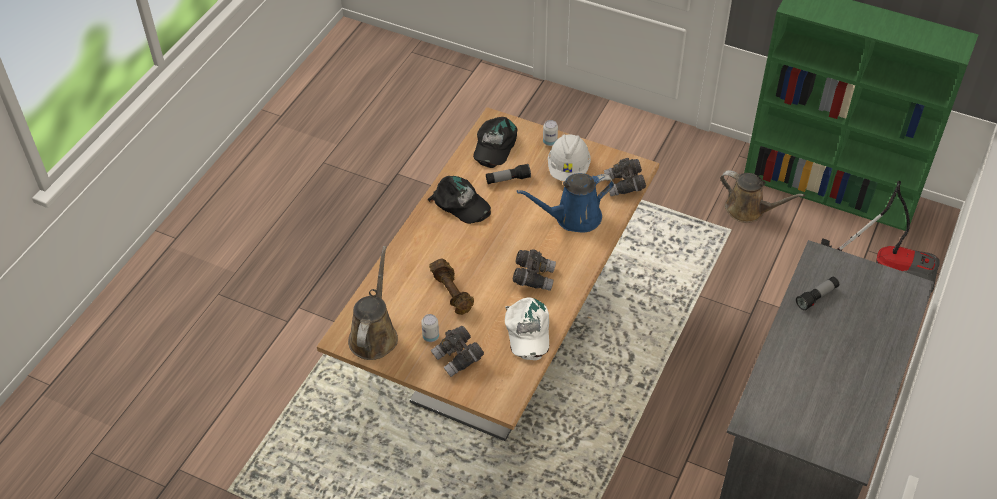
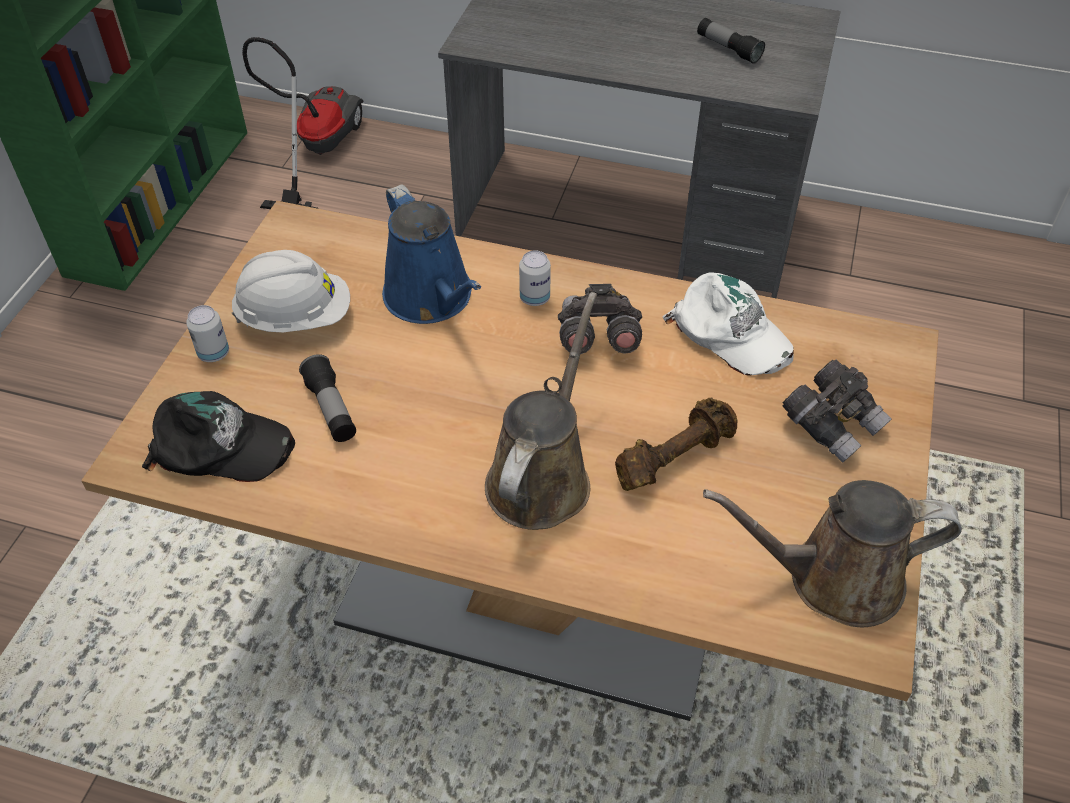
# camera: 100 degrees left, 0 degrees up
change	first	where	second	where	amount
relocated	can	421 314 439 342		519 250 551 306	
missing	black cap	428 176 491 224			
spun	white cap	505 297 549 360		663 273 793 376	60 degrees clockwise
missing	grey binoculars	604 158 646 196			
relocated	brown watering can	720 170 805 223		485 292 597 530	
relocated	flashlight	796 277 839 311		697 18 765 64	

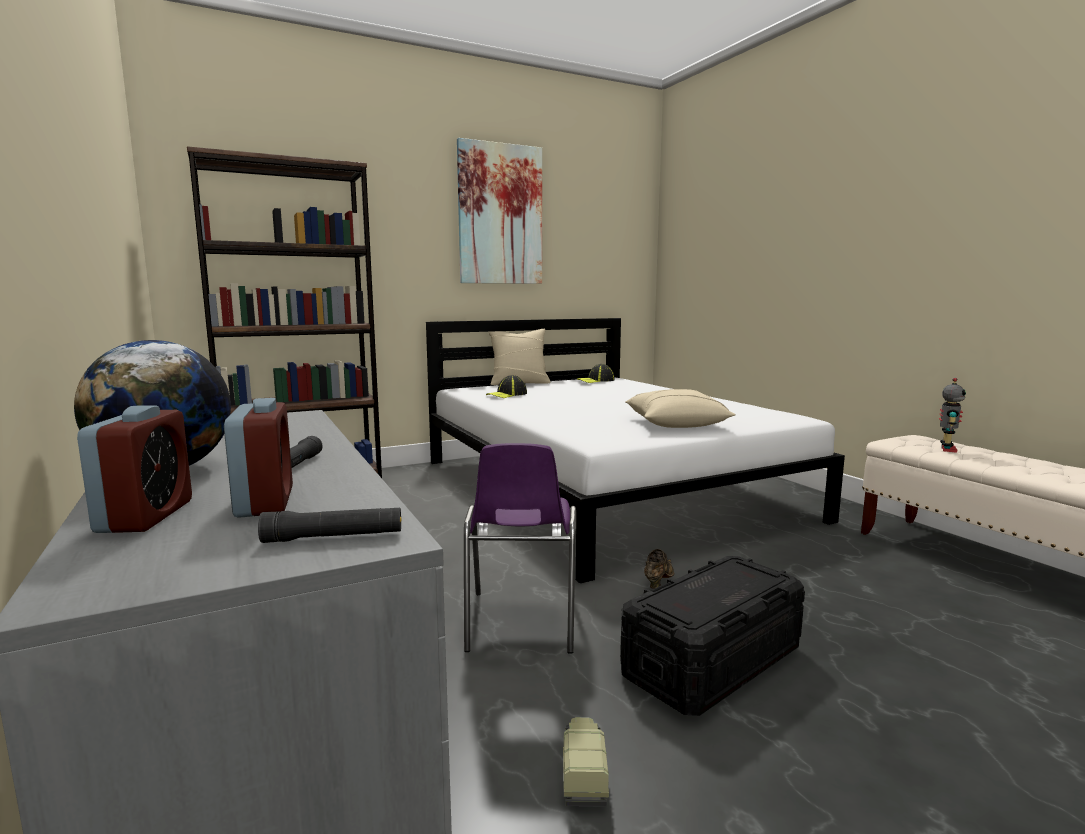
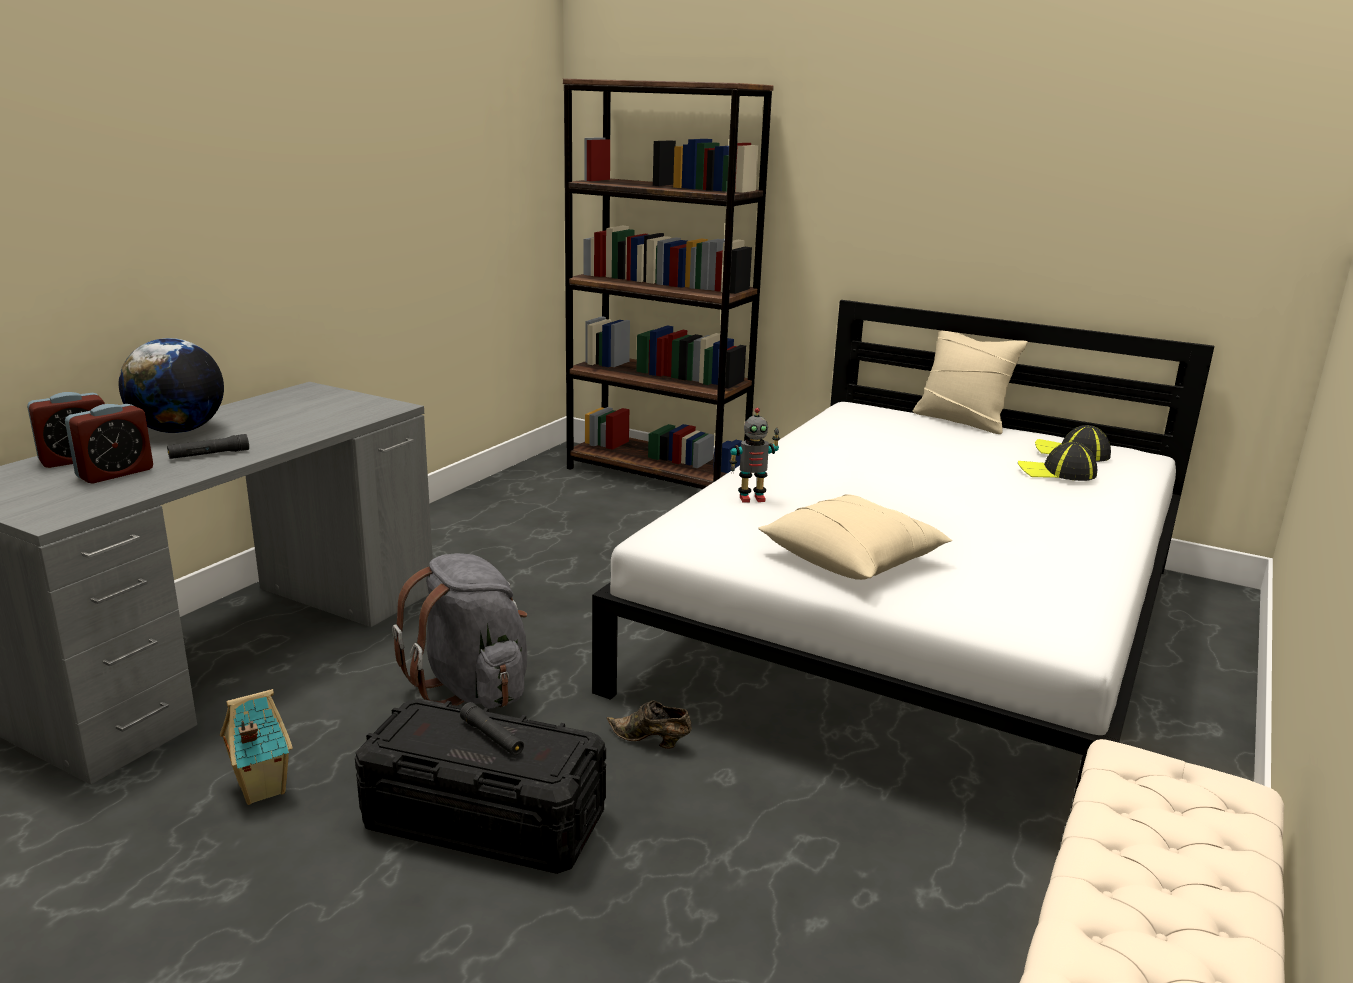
# camera: 55 degrees right, 10 degrees up
change	first	where	second	where	amount
relocated	black flashlight	258 508 402 543		460 702 524 756	
missing	picture	457 138 542 284			
exchanged	purple chair	464 443 576 654	grey backpack	392 553 527 708	
relocated	cap	486 375 527 398		1018 442 1097 481	
exchanged	toy truck	563 717 609 807	toy house	220 689 293 805	
spun	brown shoe	644 549 675 589		607 701 692 749	150 degrees counterclockwise
relocated	toy robot	939 378 966 453		729 408 780 503	

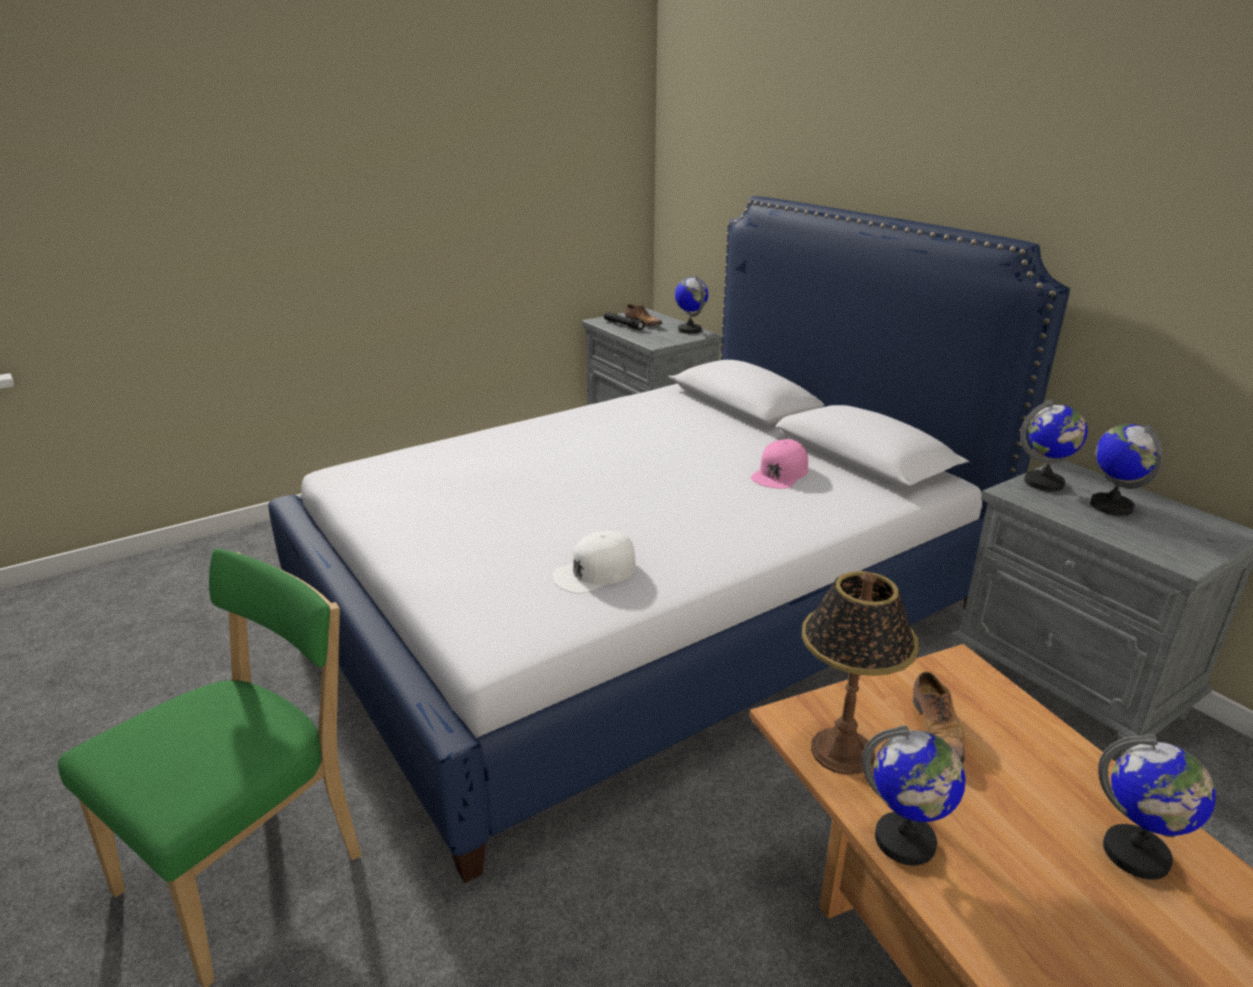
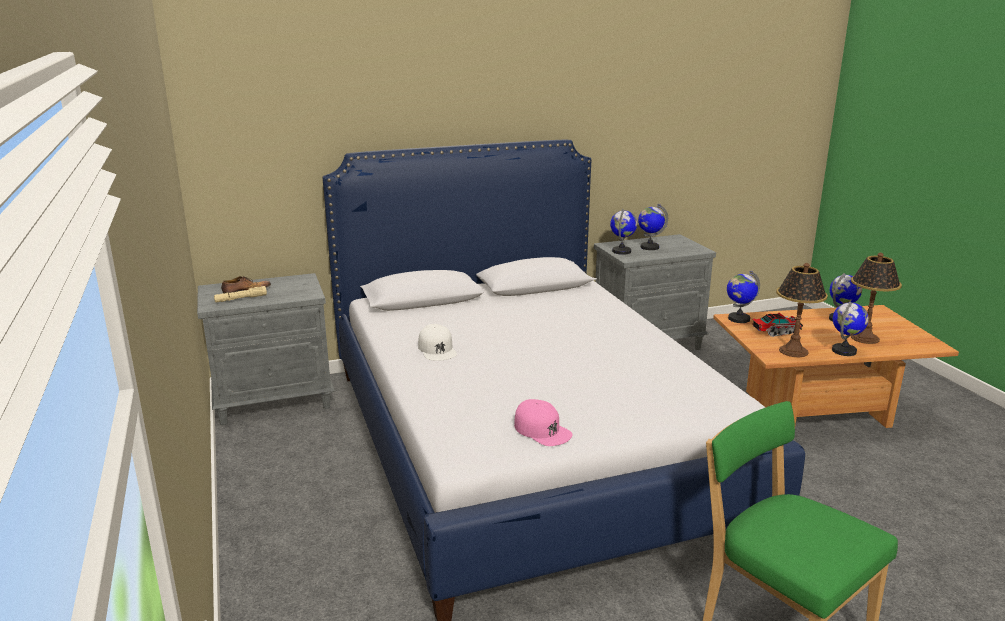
# camera: 75 degrees left, 5 degrees down
change	first	where	second	where	amount
relocated	white cap	552 531 636 594		418 324 457 360	
colour	black flashlight	604 312 645 330	beige flashlight	214 286 267 302	
relocated	globe	675 275 708 334		727 271 760 323	
relocated	pink cap	751 439 808 489		514 399 573 446	
exchanged	shoe	913 671 965 763	toy truck	752 312 803 337	
appeared			table lamp	851 253 902 344	

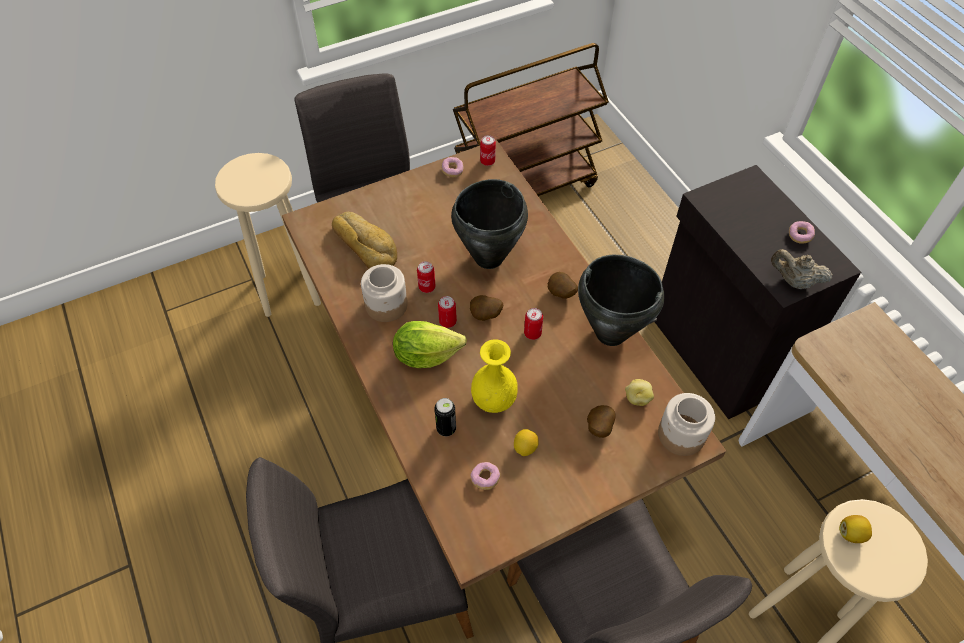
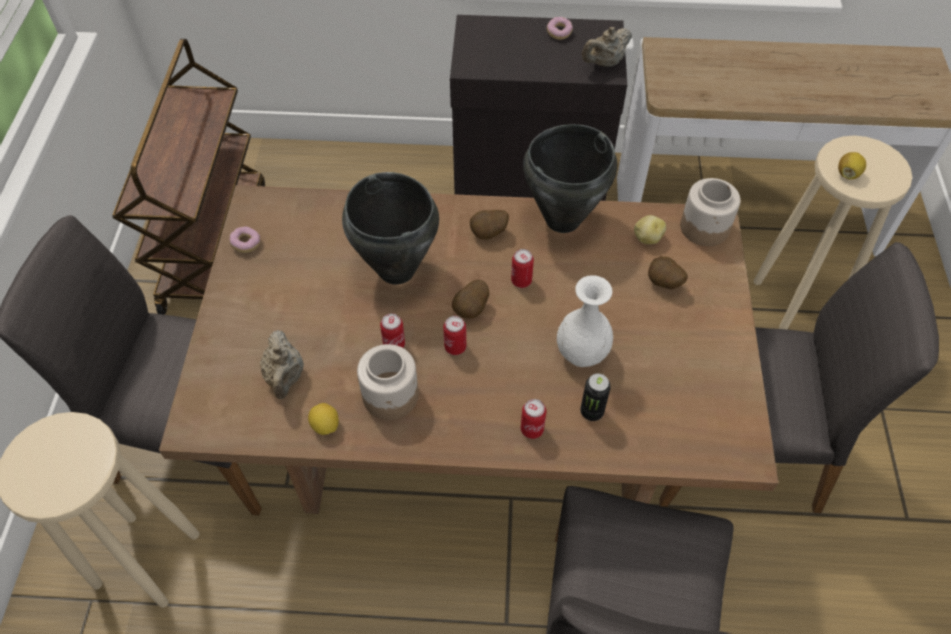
# camera: 60 degrees left, 0 degrees up
change	first	where	second	where	amount
exchanged	bread	332 211 397 269	beige teapot	260 330 304 399	
missing	lettuce	393 321 467 368			
missing	donut	470 462 500 490			
colour	yellow vase	471 339 518 413	white vase	557 275 613 367	
relocated	can	480 135 496 166		521 399 546 439	
relocated	lemon	514 429 539 456		308 403 339 435	

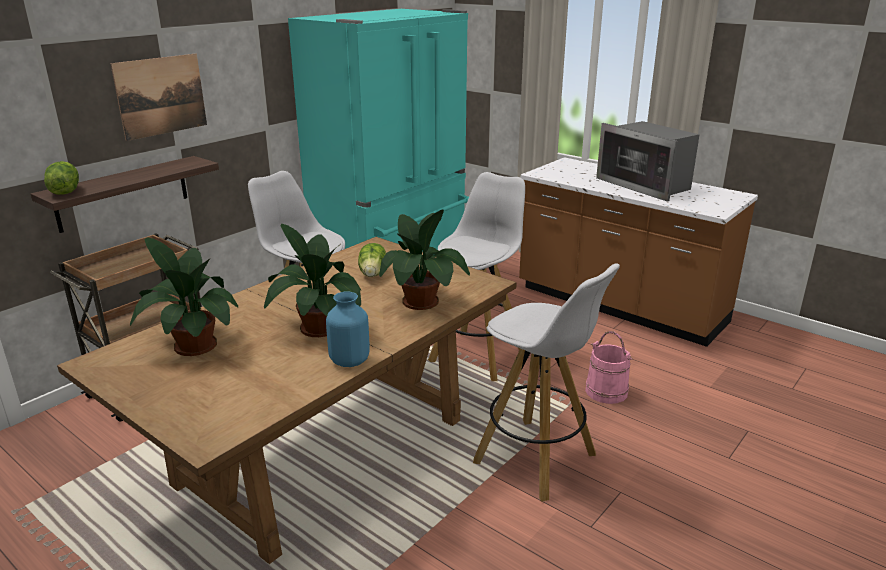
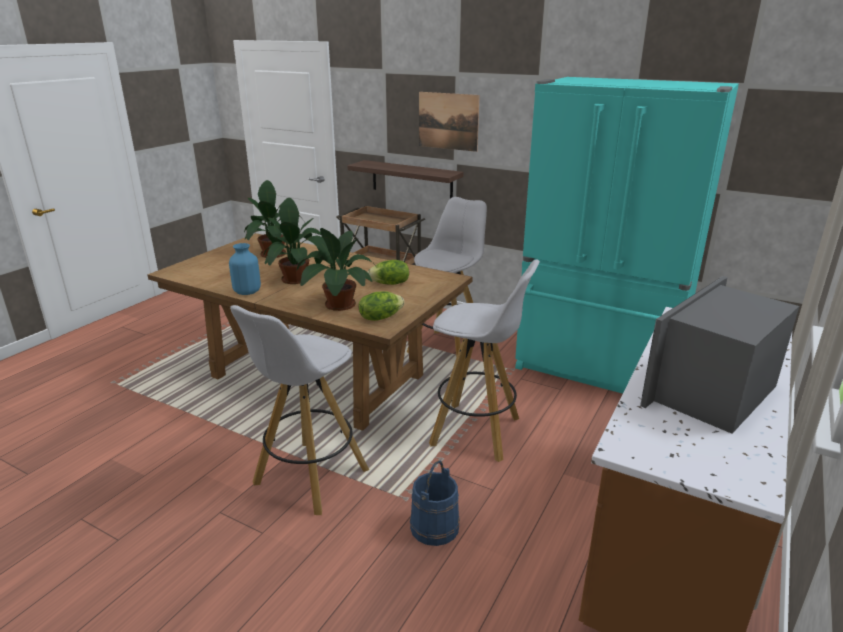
# camera: 80 degrees right, 0 degrees up
change	first	where	second	where	amount
relocated	lettuce	44 161 79 195		359 291 404 321	
colour	pink bucket	585 331 632 404	blue bucket	410 460 460 546	

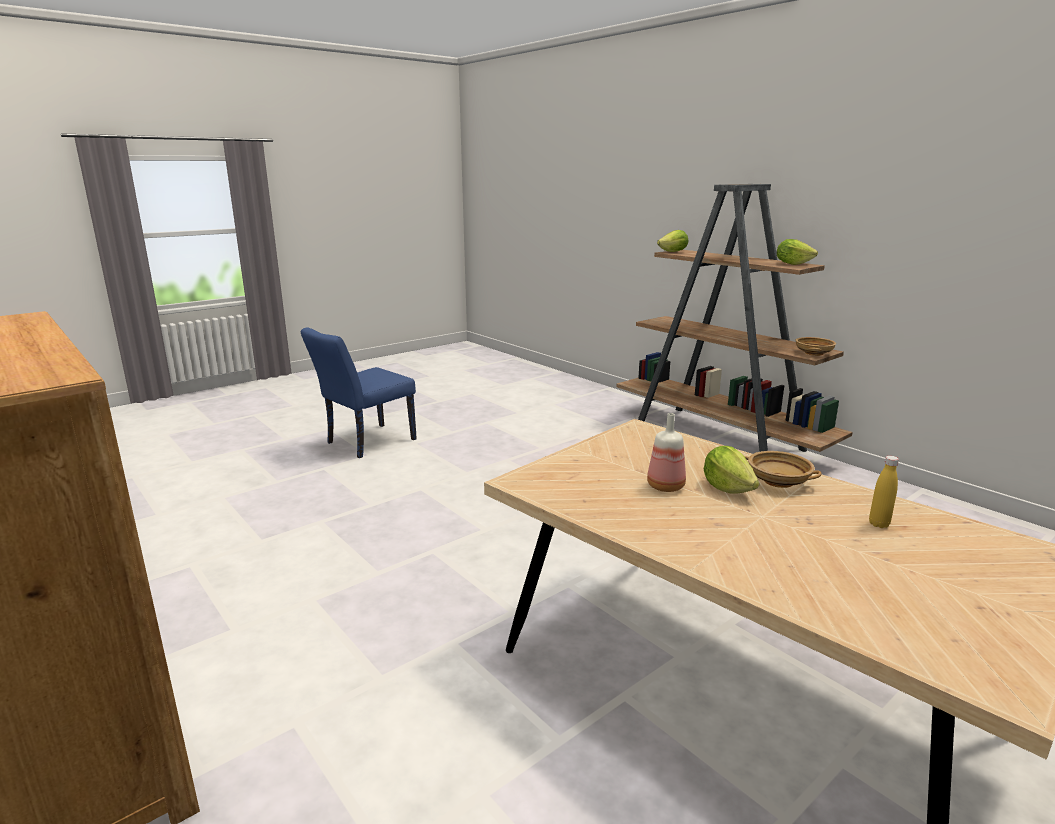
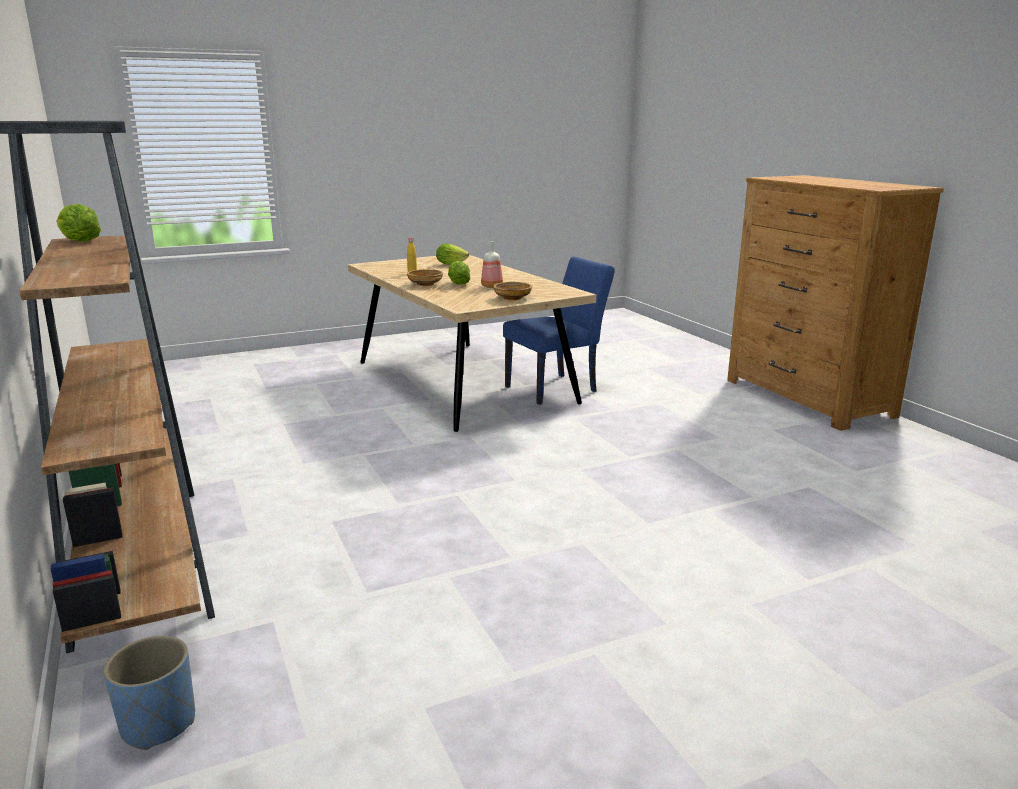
# camera: 165 degrees left, 0 degrees up
change	first	where	second	where	amount
relocated	blue chair	301 327 417 458		503 257 615 405	
relocated	lettuce	657 230 688 252		436 243 469 265	
relocated	beige bowl	796 337 836 356		493 282 532 301	
appeared			blue planter	103 636 195 750	

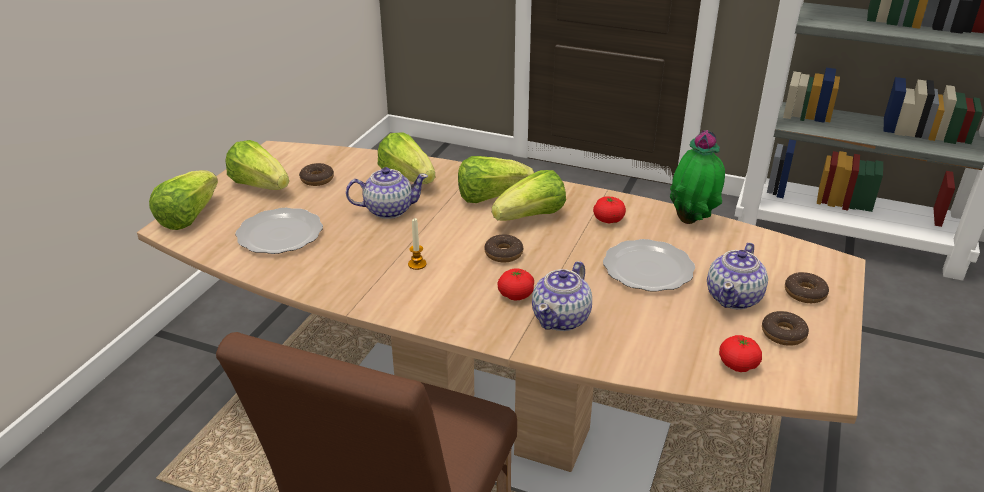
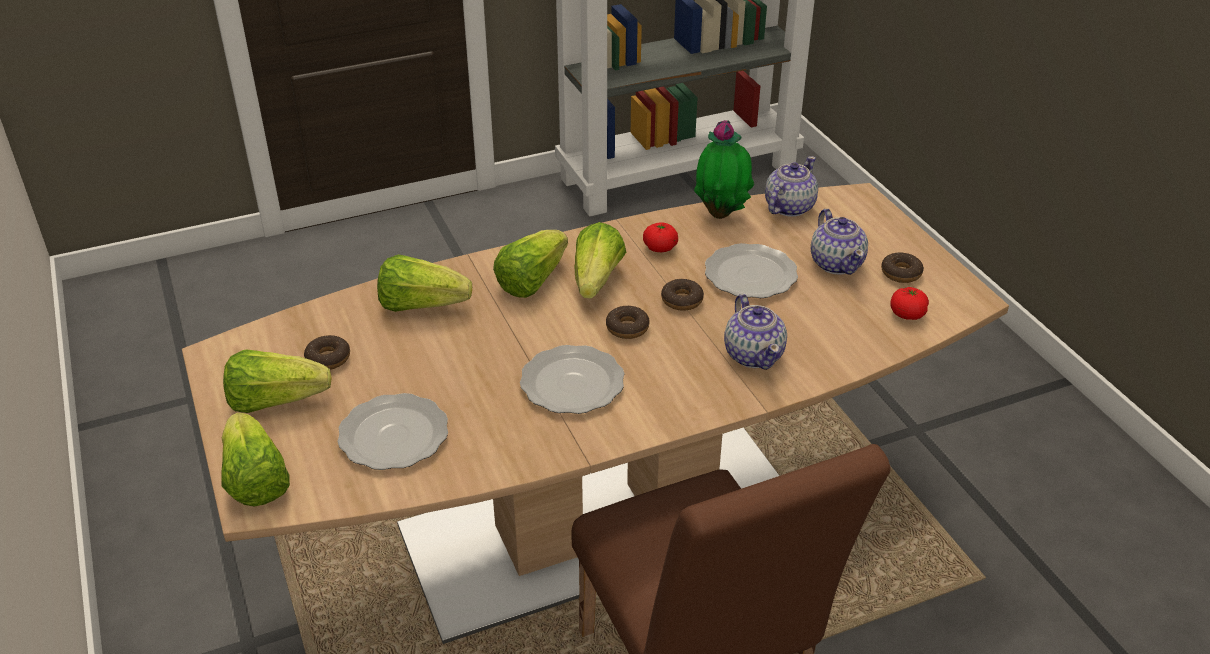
# camera: 45 degrees left, 5 degrees up
change	first	where	second	where	amount
relocated	teapot	346 167 428 219		765 156 818 217	
exchanged	candle	408 218 426 270	plate	520 345 625 414	
missing	tomato	498 268 534 301			
relocated	donut	785 272 829 303		661 279 704 311	

